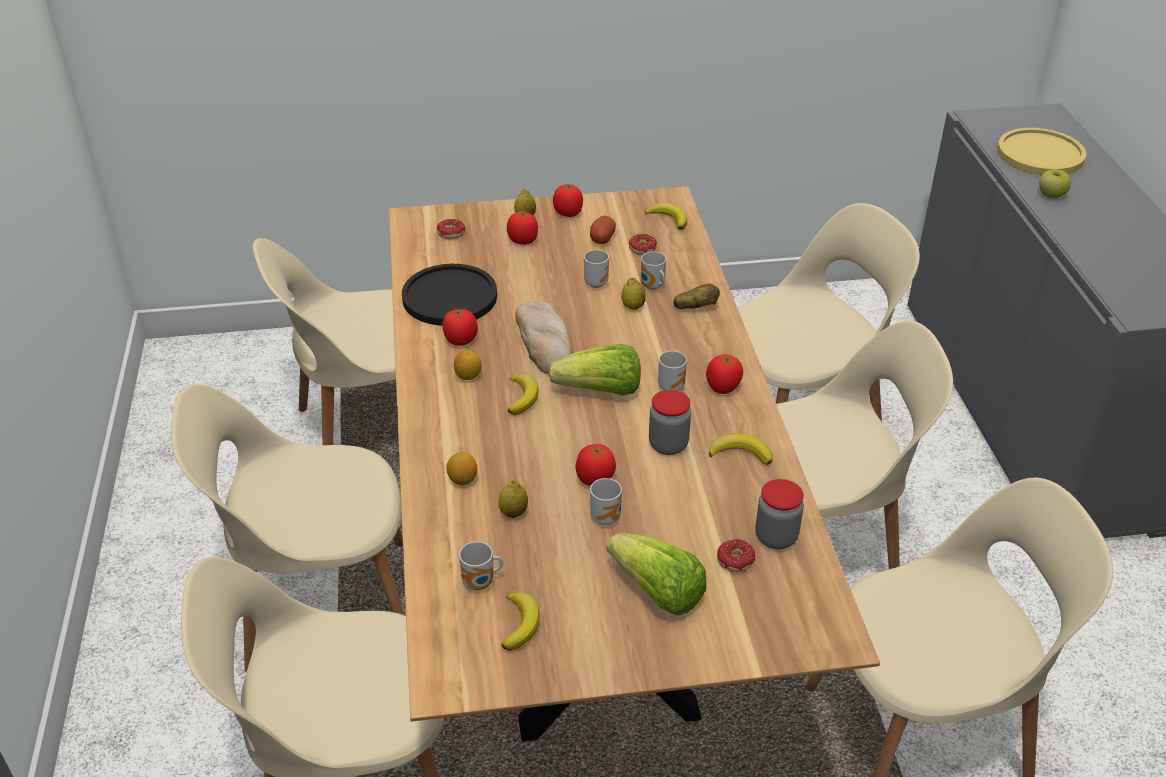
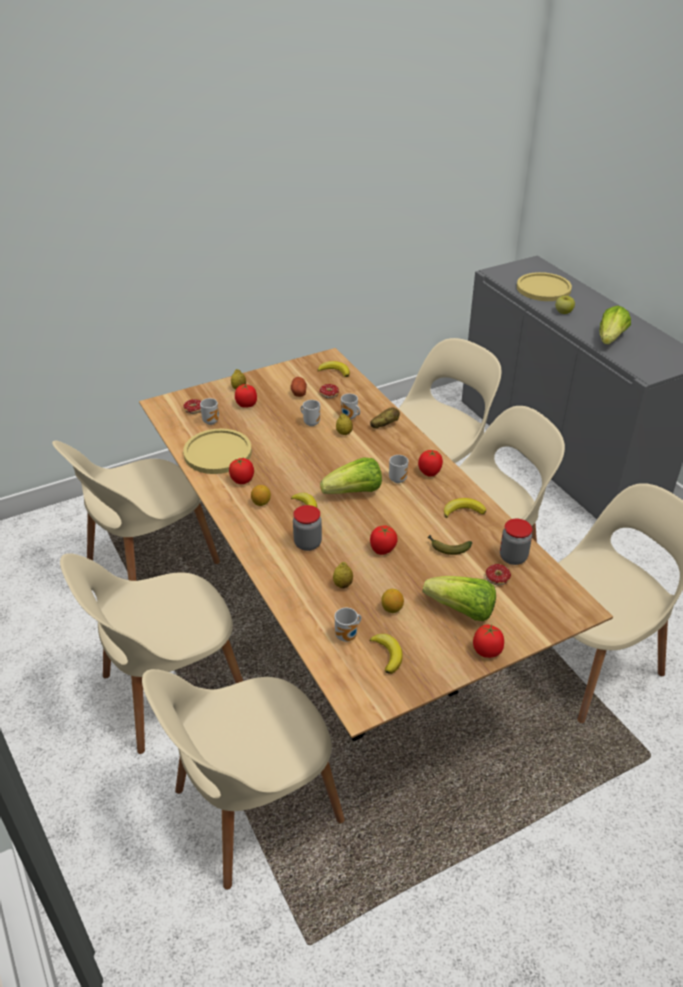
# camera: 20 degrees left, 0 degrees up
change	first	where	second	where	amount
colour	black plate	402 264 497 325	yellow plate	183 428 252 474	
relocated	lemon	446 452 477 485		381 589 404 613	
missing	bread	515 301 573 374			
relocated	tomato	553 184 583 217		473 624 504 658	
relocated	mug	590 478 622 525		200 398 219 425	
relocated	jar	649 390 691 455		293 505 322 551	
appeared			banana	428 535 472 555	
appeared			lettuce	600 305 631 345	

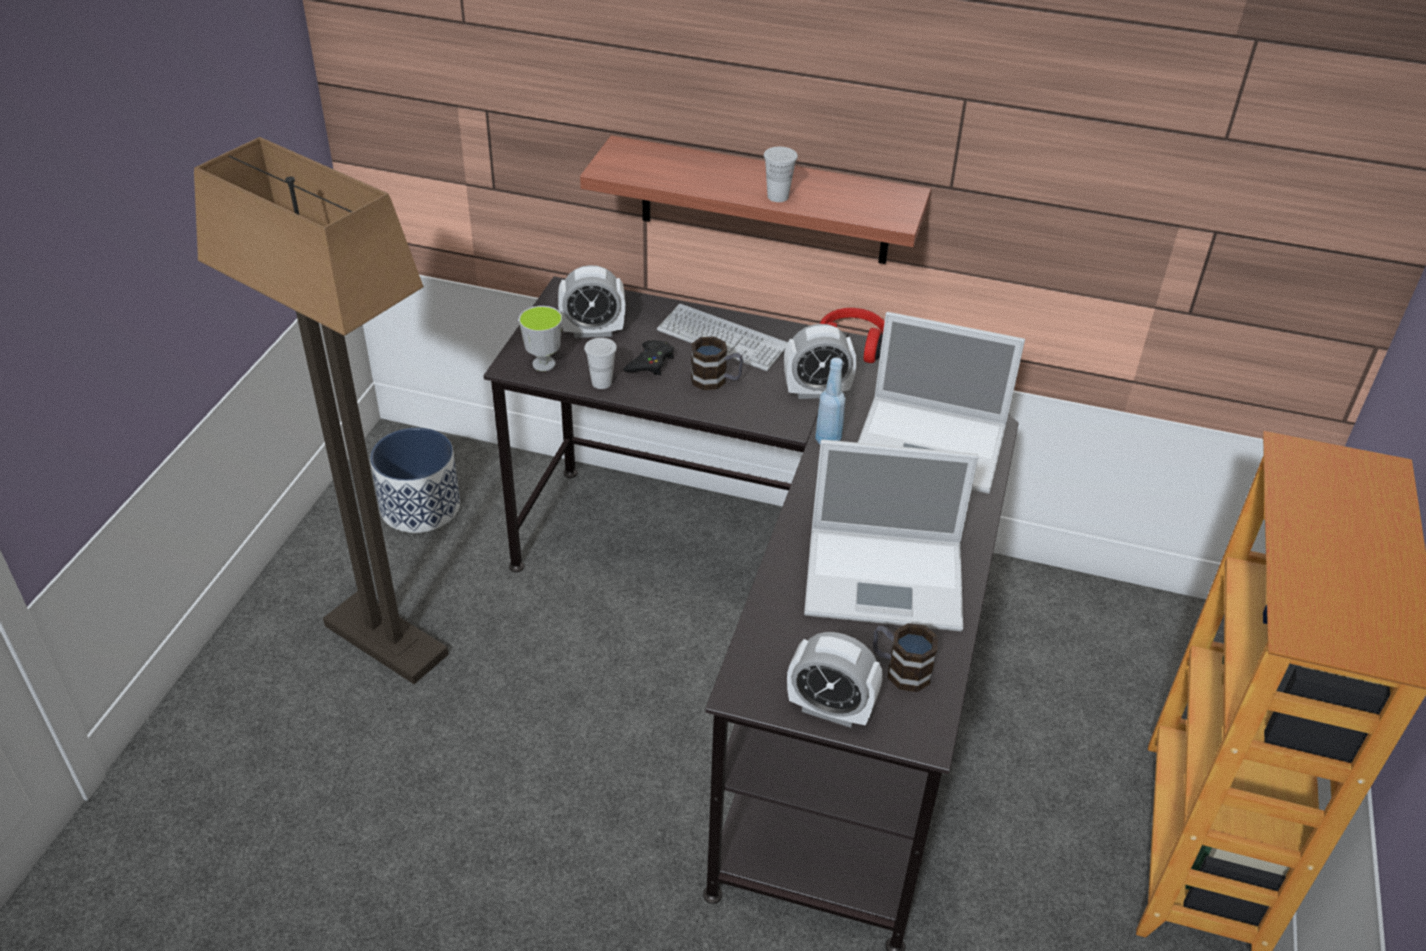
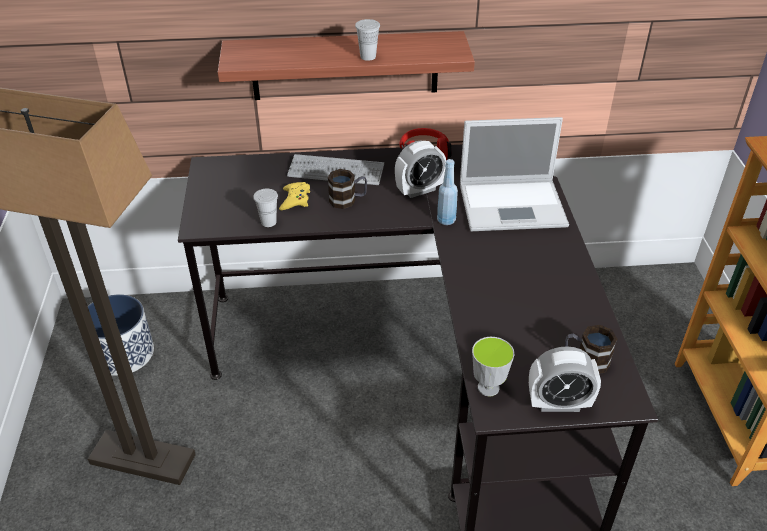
# camera: 20 degrees left, 0 degrees up
change	first	where	second	where	amount
relocated	cup	519 306 562 371		472 337 514 396	
missing	alarm clock	558 265 625 338			
colour	black game controller	623 340 674 375	yellow game controller	279 182 310 210	
missing	laptop	804 439 978 632			

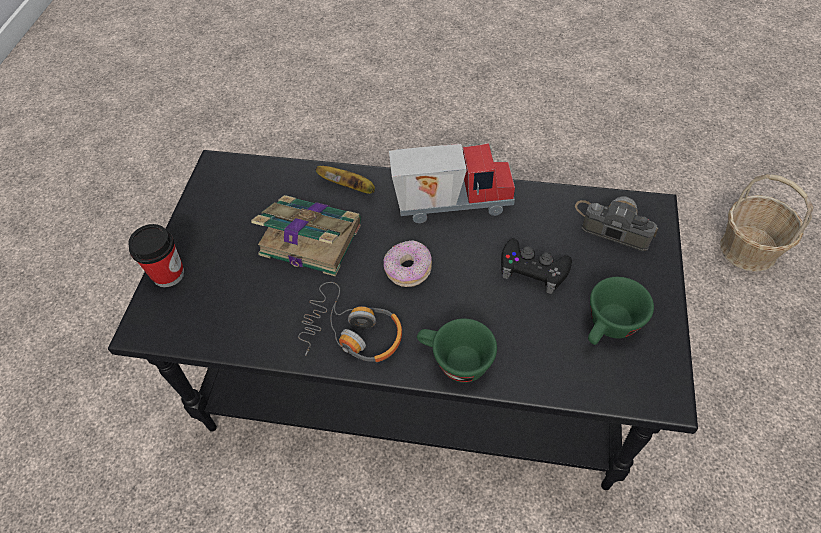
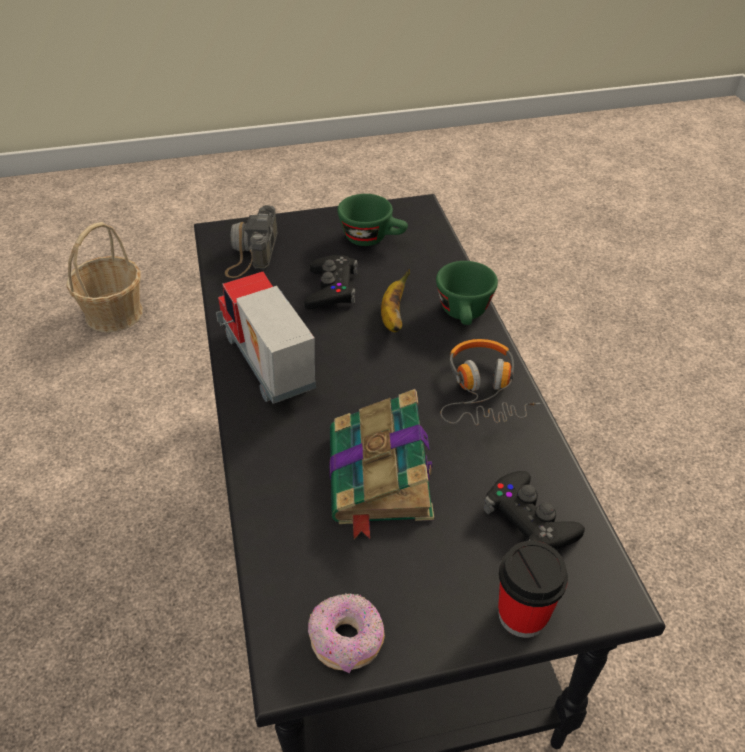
# camera: 115 degrees left, 10 degrees down
change	first	where	second	where	amount
relocated	banana	316 166 375 194		381 269 410 332	
relocated	donut	384 240 432 287		308 593 385 673	
appeared			black game controller	484 471 585 550	

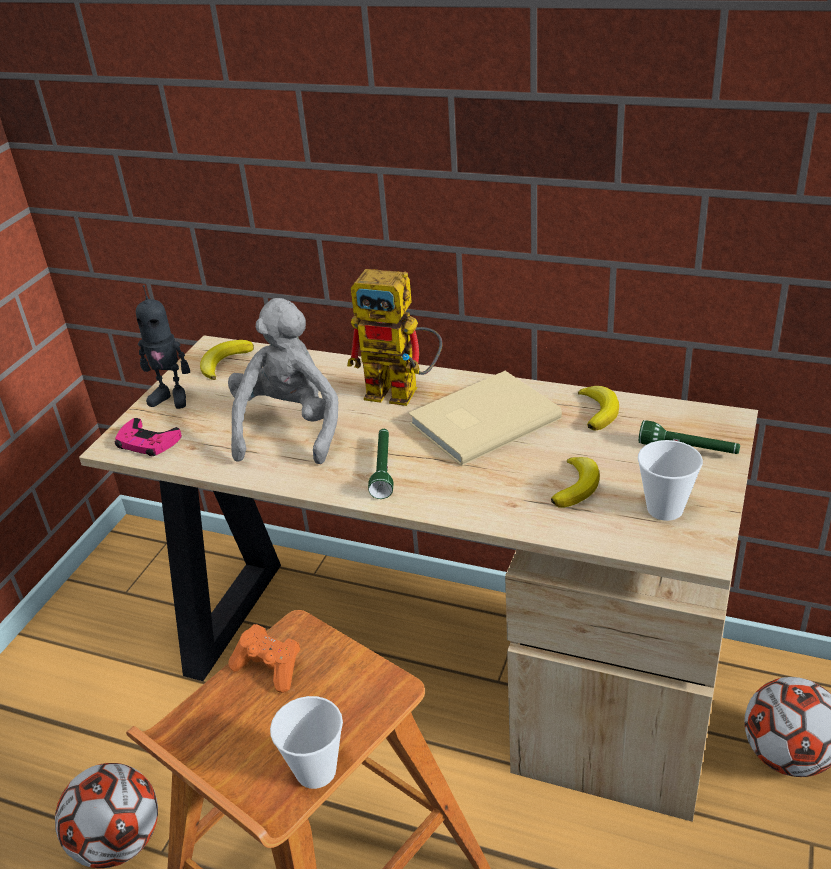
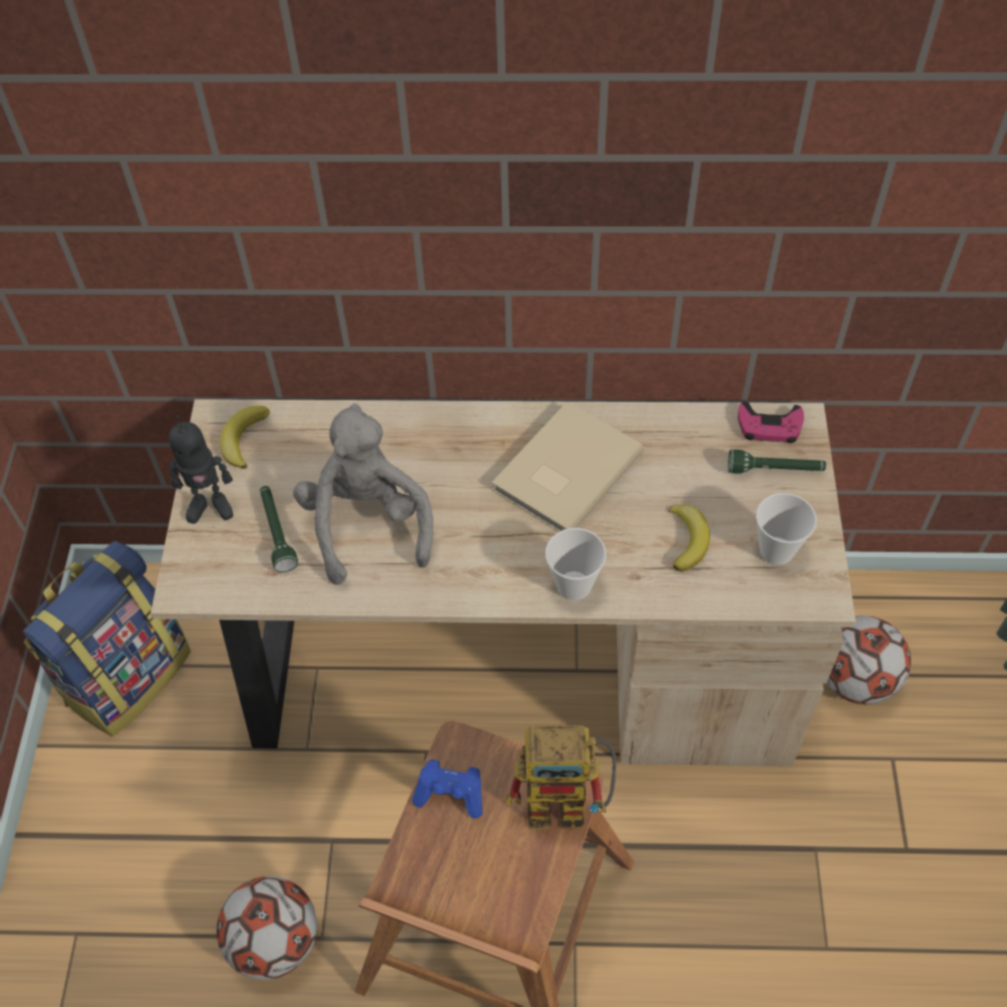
# camera: 20 degrees left, 20 degrees up
change	first	where	second	where	amount
relocated	pink game controller	115 418 182 456		738 401 804 443	
colour	orange game controller	228 624 300 693	blue game controller	412 759 483 818	
relocated	cup	270 696 343 789		545 528 606 600	
relocated	toy robot	347 269 442 406		506 725 616 829	
relocated	green flashlight	368 429 393 499		260 486 298 572	
missing	banana	578 386 619 430			
appeared			backpack	23 541 191 736	

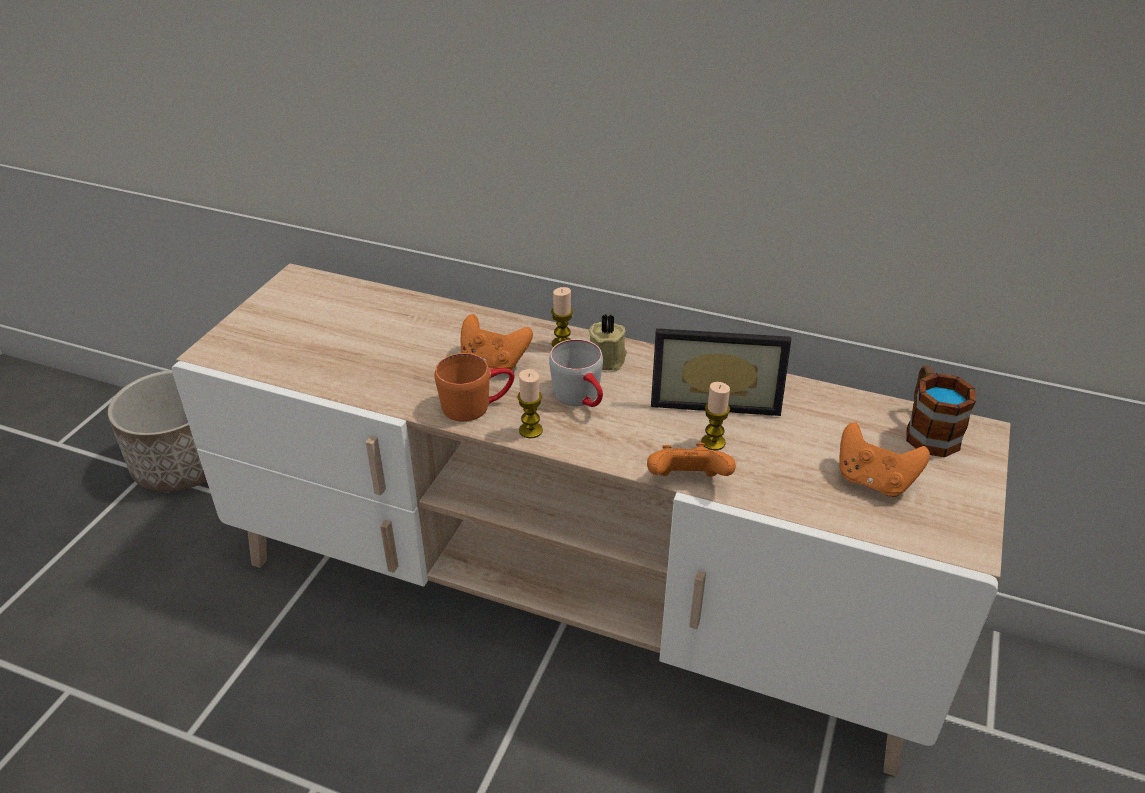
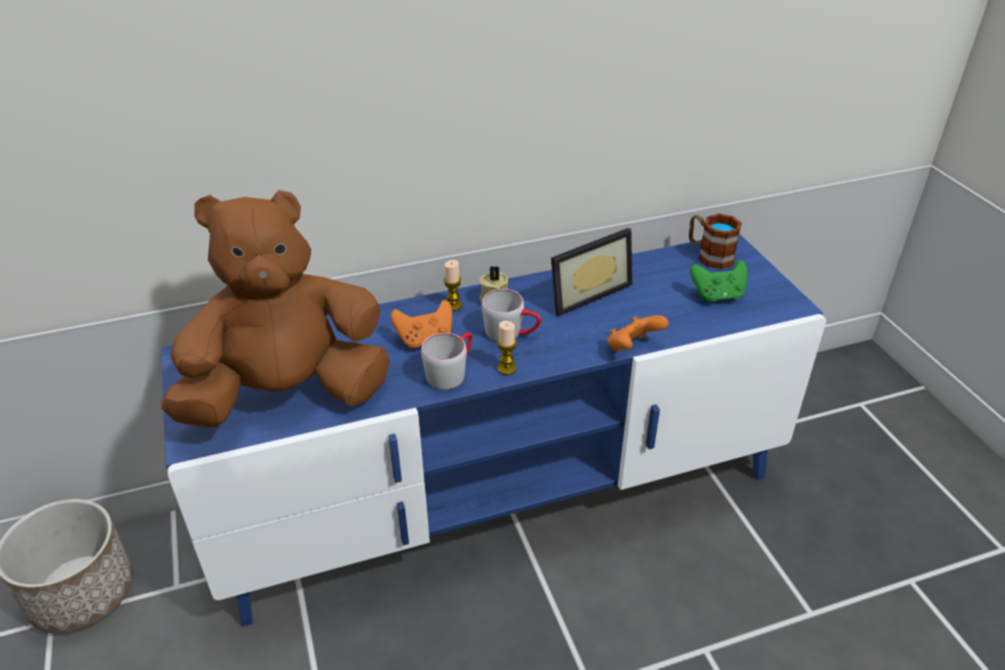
# camera: 40 degrees left, 0 degrees up
change	first	where	second	where	amount
colour	beige tv stand	172 263 1011 777	blue tv stand	161 234 826 627	
colour	orange mug	435 353 514 422	grey mug	421 332 472 390	
missing	candle	701 382 730 451			
colour	orange game controller	840 422 930 497	green game controller	690 260 748 302	
appeared			brown plush toy	161 190 390 427	

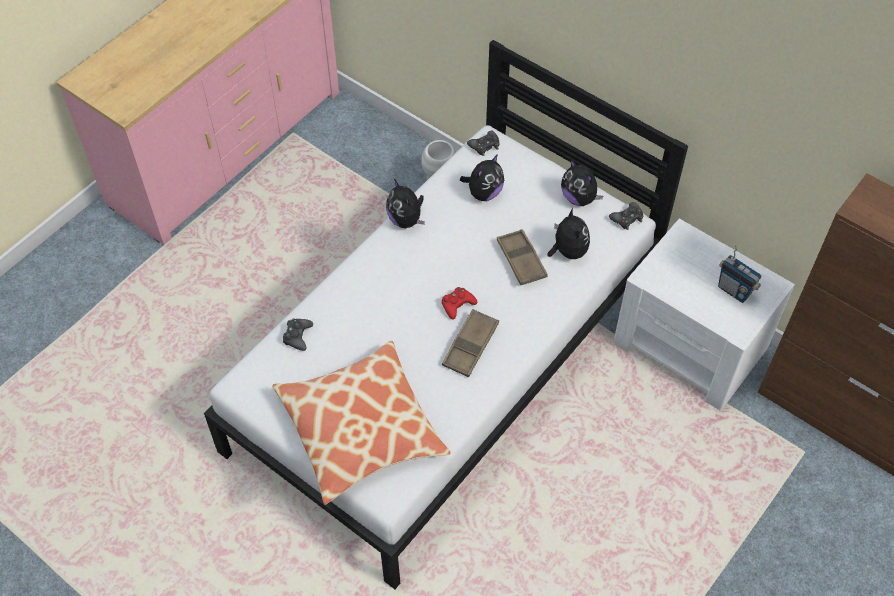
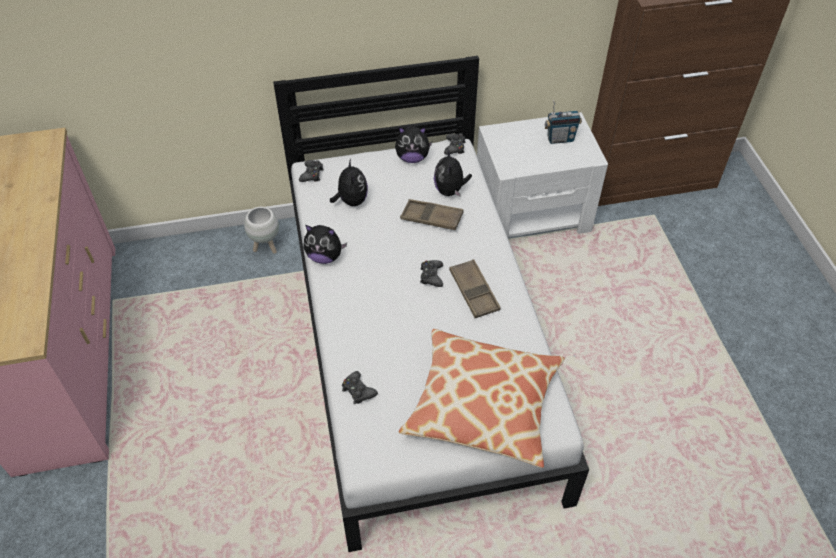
# camera: 50 degrees left, 5 degrees down
change	first	where	second	where	amount
colour	red game controller	442 287 477 320	black game controller	420 260 443 287	
spun	plush toy	547 208 590 259		434 148 472 197	120 degrees counterclockwise

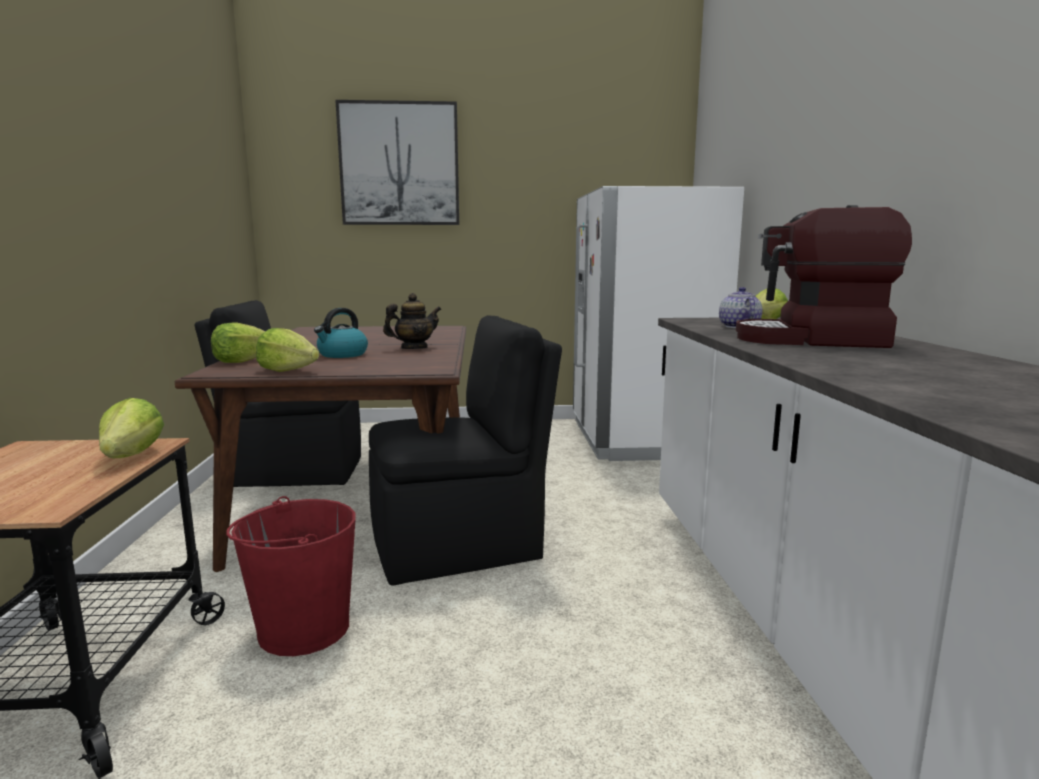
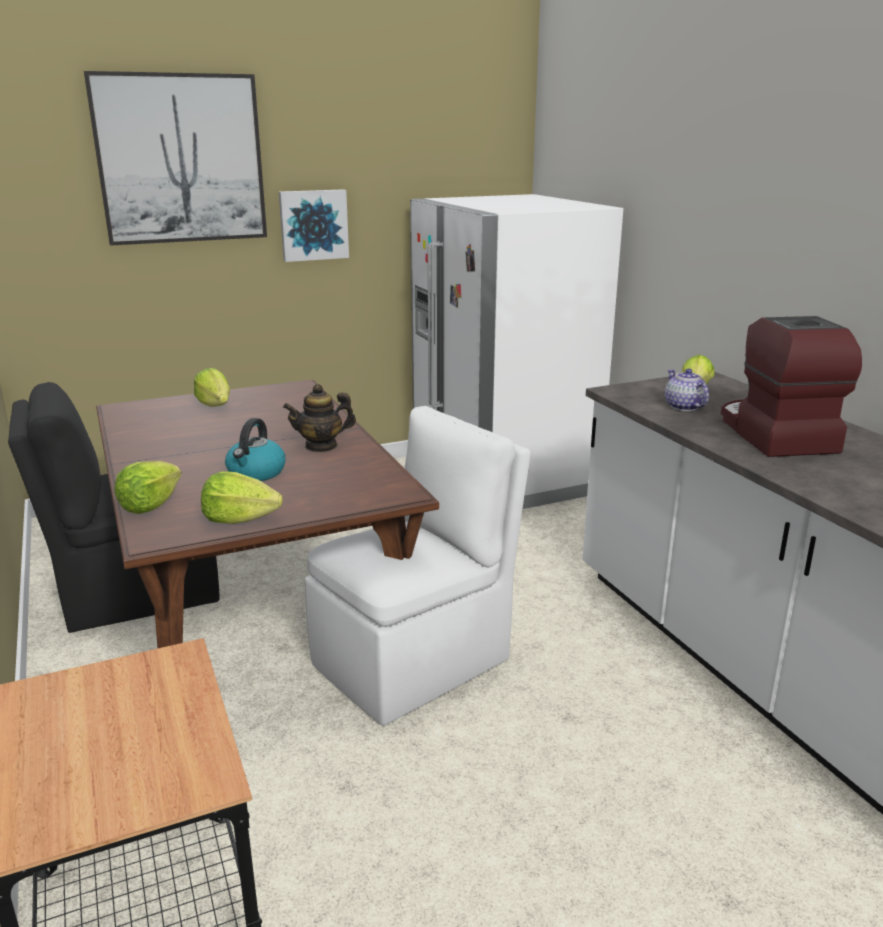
# camera: 20 degrees left, 10 degrees up
change	first	where	second	where	amount
relocated	lettuce	99 398 164 458		194 368 230 407	
missing	red bucket	226 496 356 656			
colour	black chair	369 316 562 586	white chair	305 406 531 725	
spun	teapot	383 293 441 349		283 384 356 452	150 degrees counterclockwise
spun	coffee machine	736 205 912 348		721 316 862 457	90 degrees clockwise
appeared			picture	279 189 349 262	

